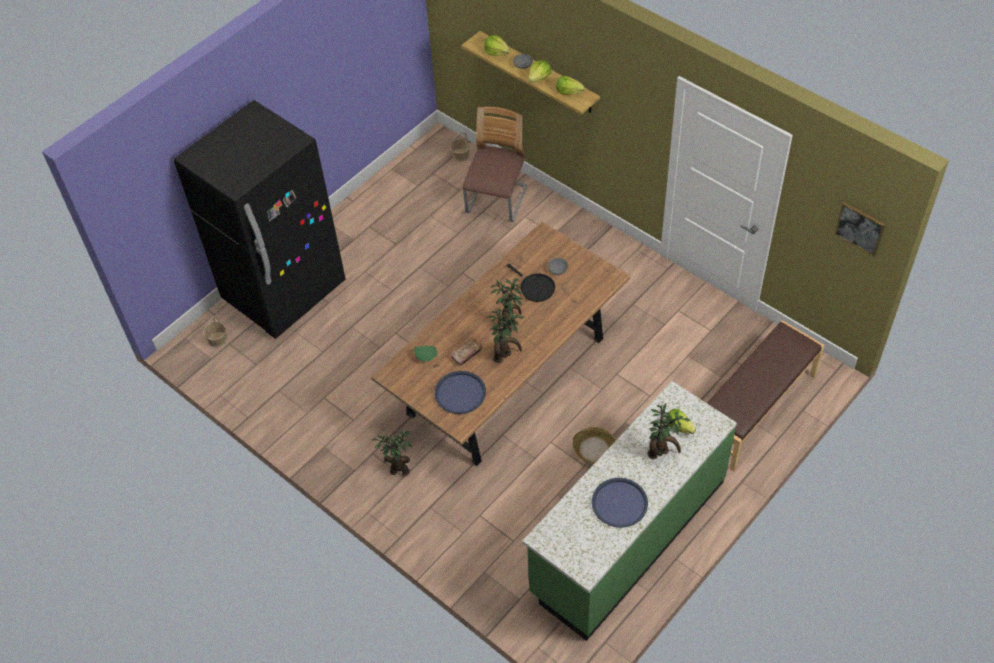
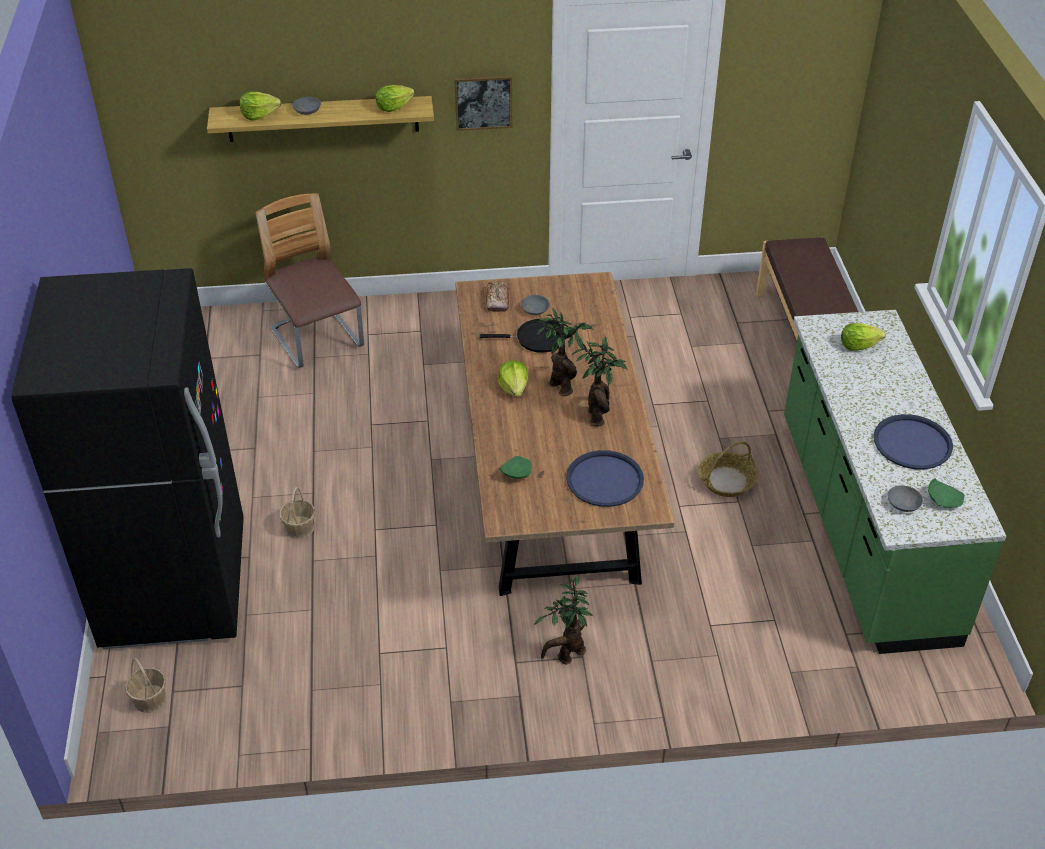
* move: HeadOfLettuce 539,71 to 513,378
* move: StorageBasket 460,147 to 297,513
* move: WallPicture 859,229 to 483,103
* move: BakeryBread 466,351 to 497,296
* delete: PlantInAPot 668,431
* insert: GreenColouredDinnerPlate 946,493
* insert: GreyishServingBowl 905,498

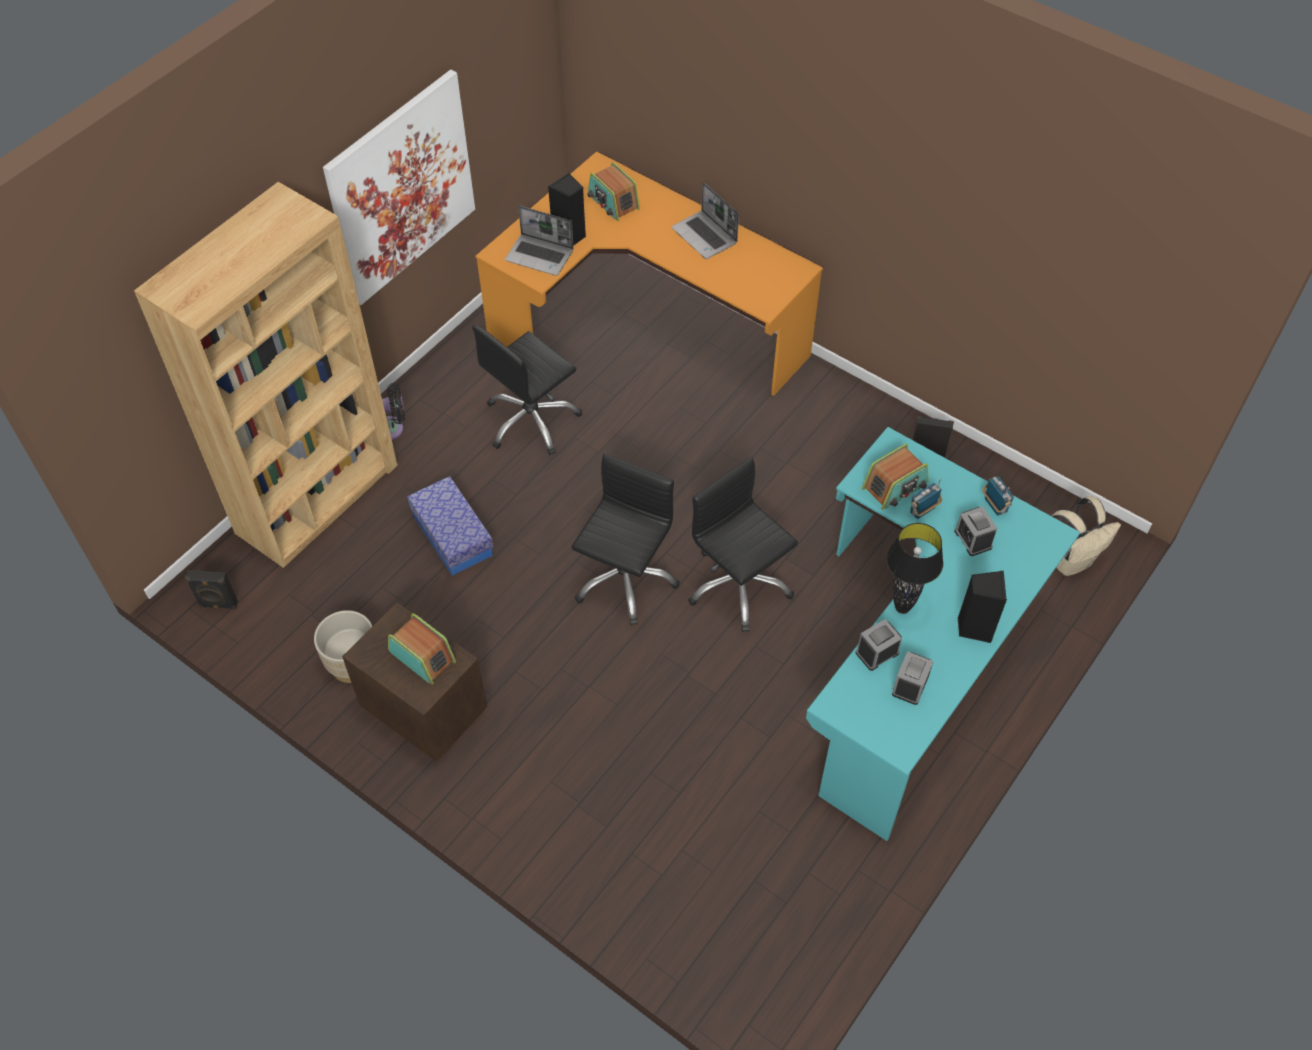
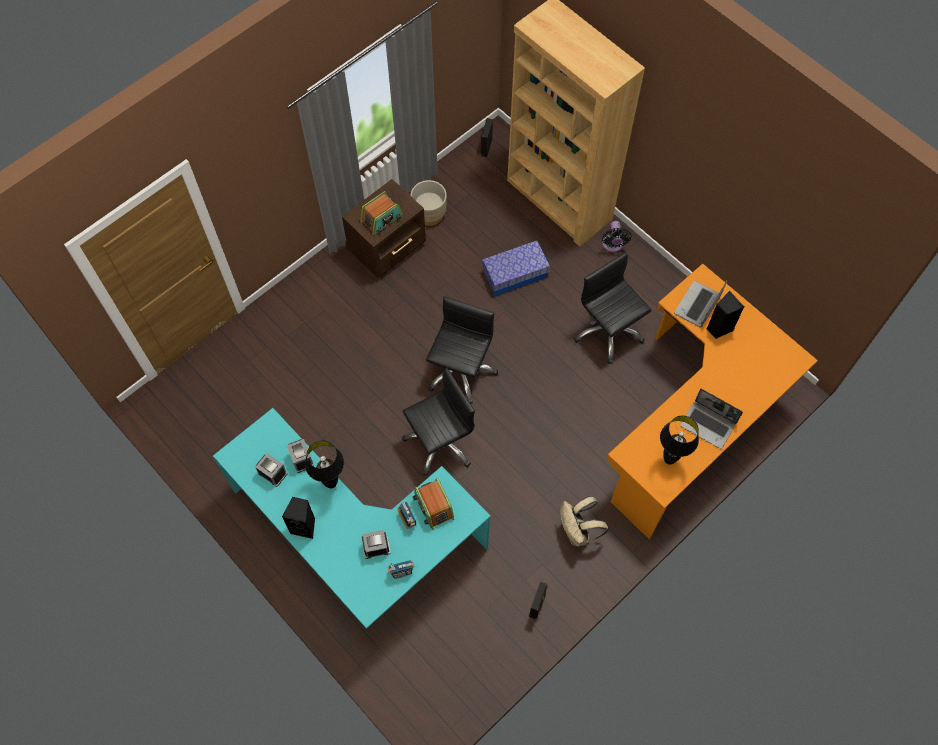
* delete: WallPicture 399,187
* delete: RadioReceiver 613,191
* rotate: NotebookComputer 705,220 = 711,419 120 degrees counterclockwise
* rotate: BlackishDeskChair 625,539 = 462,350 105 degrees counterclockwise
* move: BeigeBackpack 1086,536 to 584,521
* insert: BlackishLampForATable 679,440

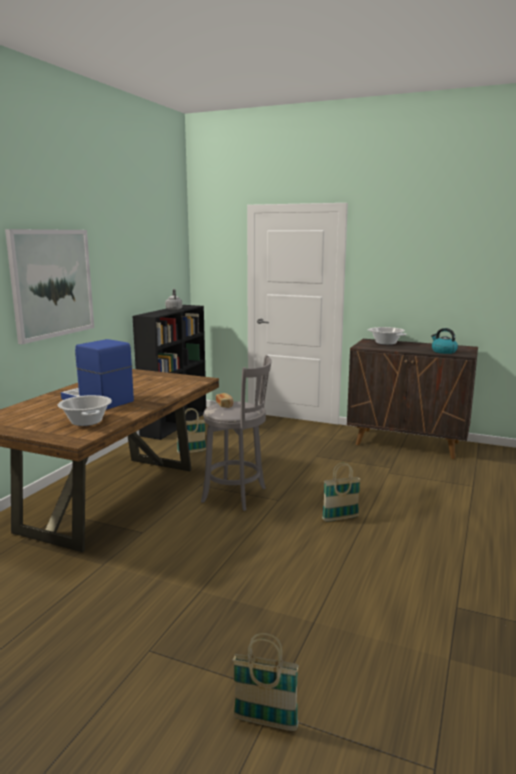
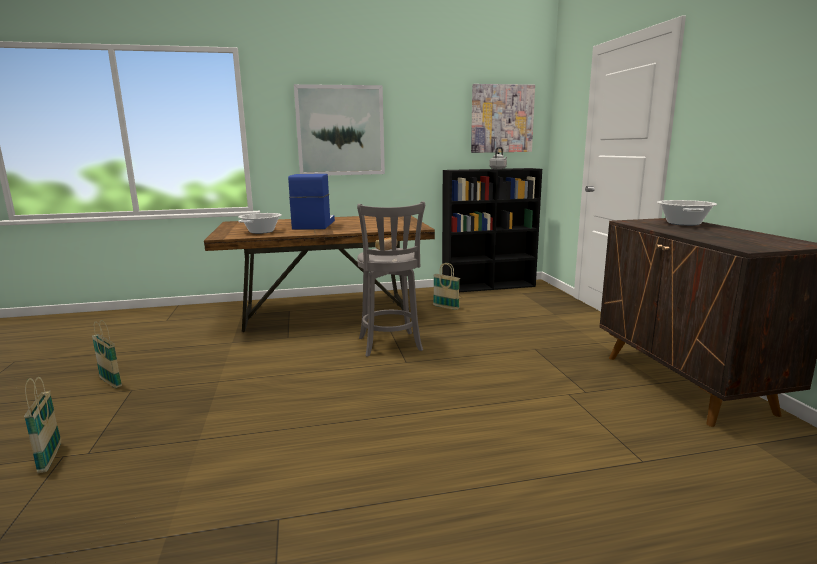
* delete: TeaKettle 444,341
* move: StorageBasket 341,492 to 107,354
* insert: WallPicture 503,118

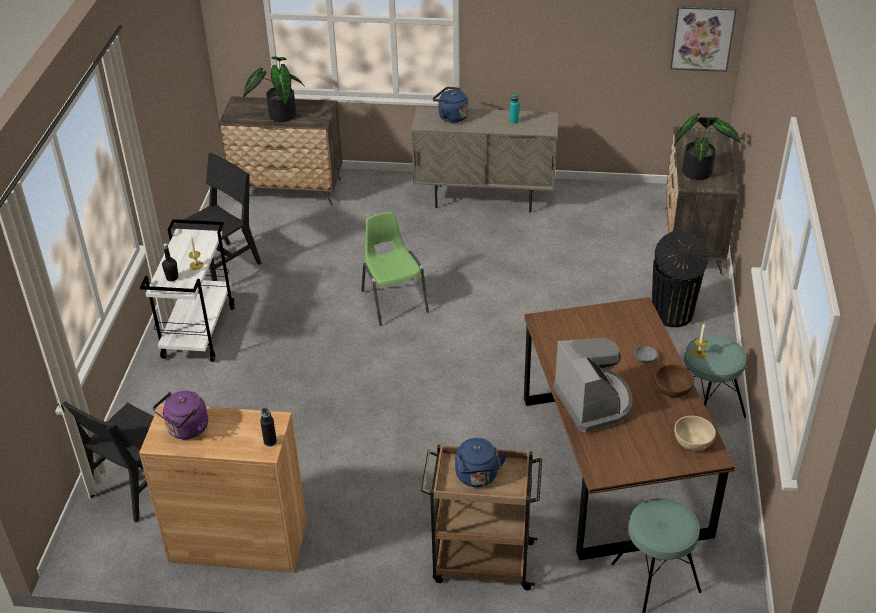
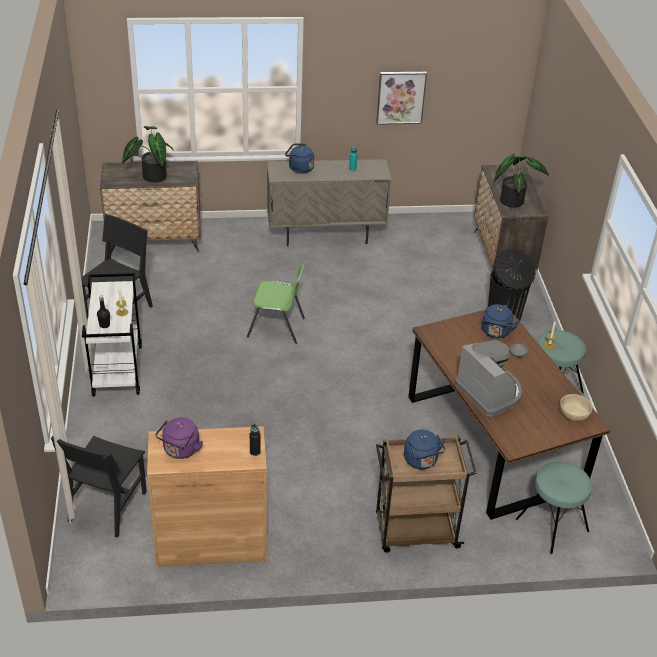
* move: WallPicture 703,38 to 401,98
* rotate: GreenColouredUprightChair 395,269 = 276,304 135 degrees clockwise
* delete: BrownColouredServingBowl 674,381
* insert: BlueColouredTeaKettle 501,321

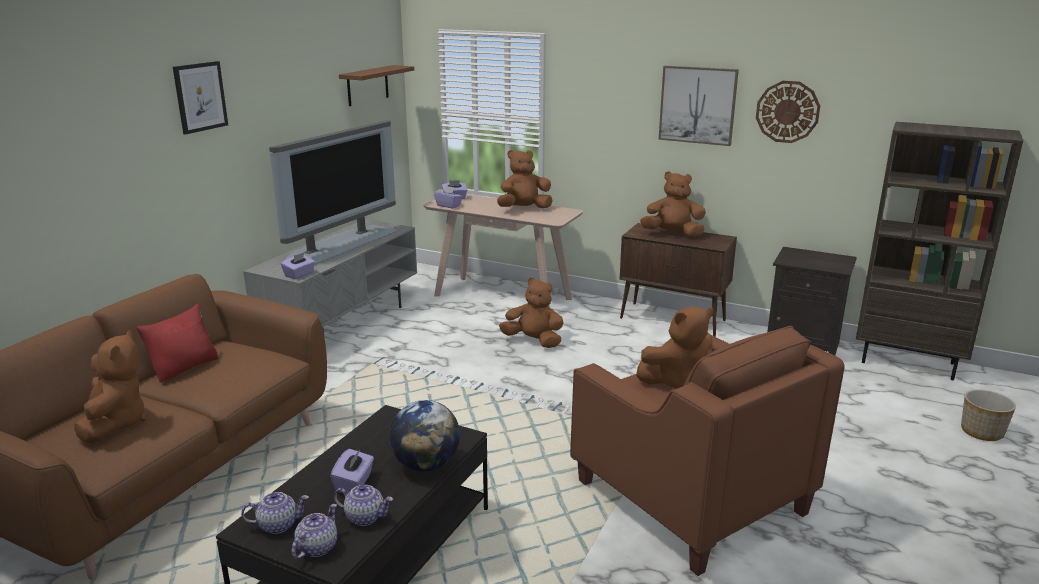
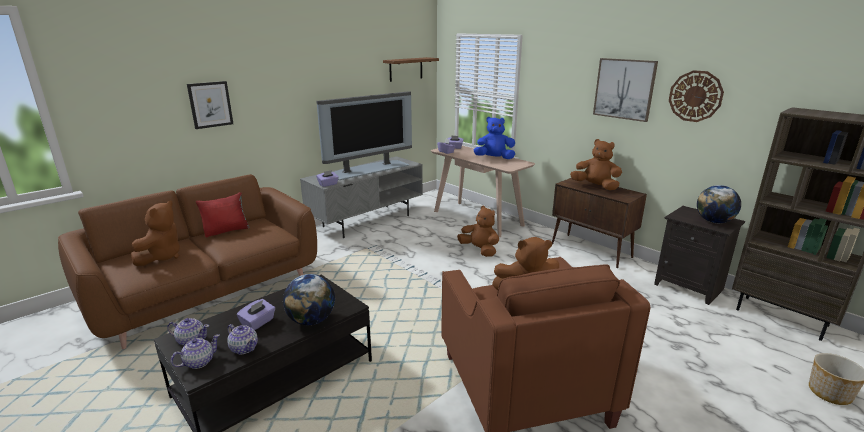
* move: WallPicture 200,97 to 210,105
* recolor: BrownColouredCuddlyToy 525,179 to BlueColouredCuddlyToy 494,138
* insert: DeskGlobe 719,204

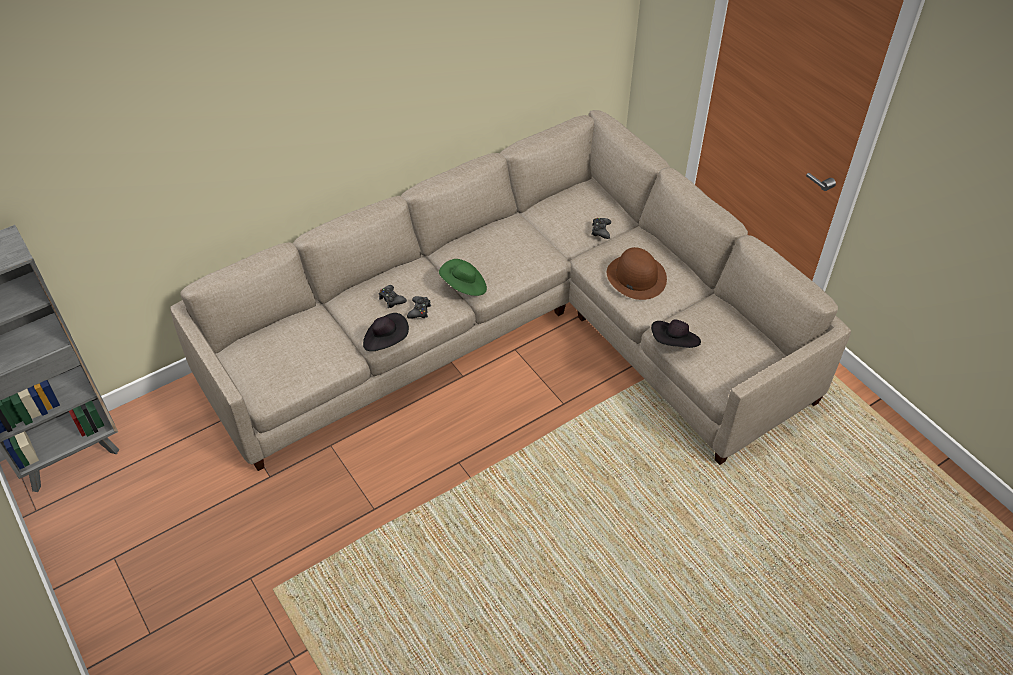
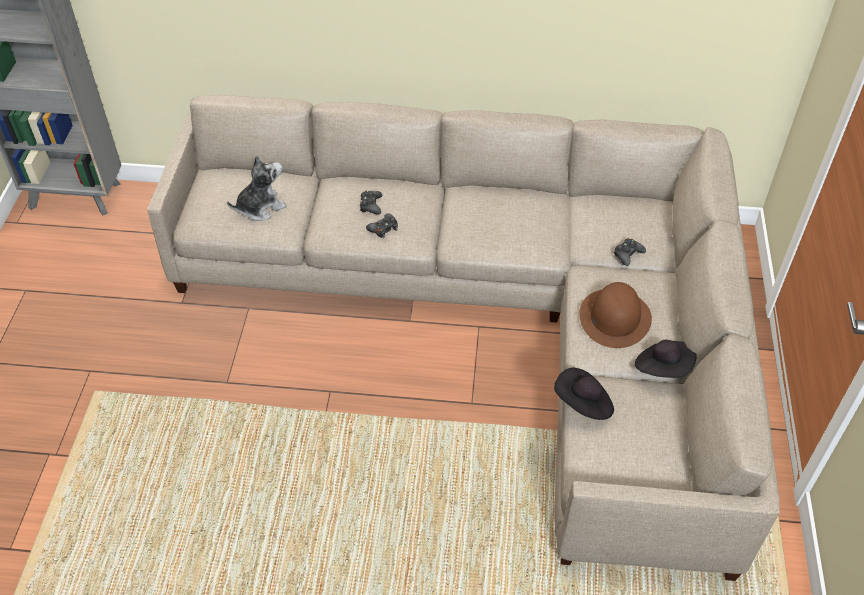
* delete: GreenColouredHat 463,277
* move: BlackishHat 386,332 to 666,359
* insert: CuddlyToy 257,188

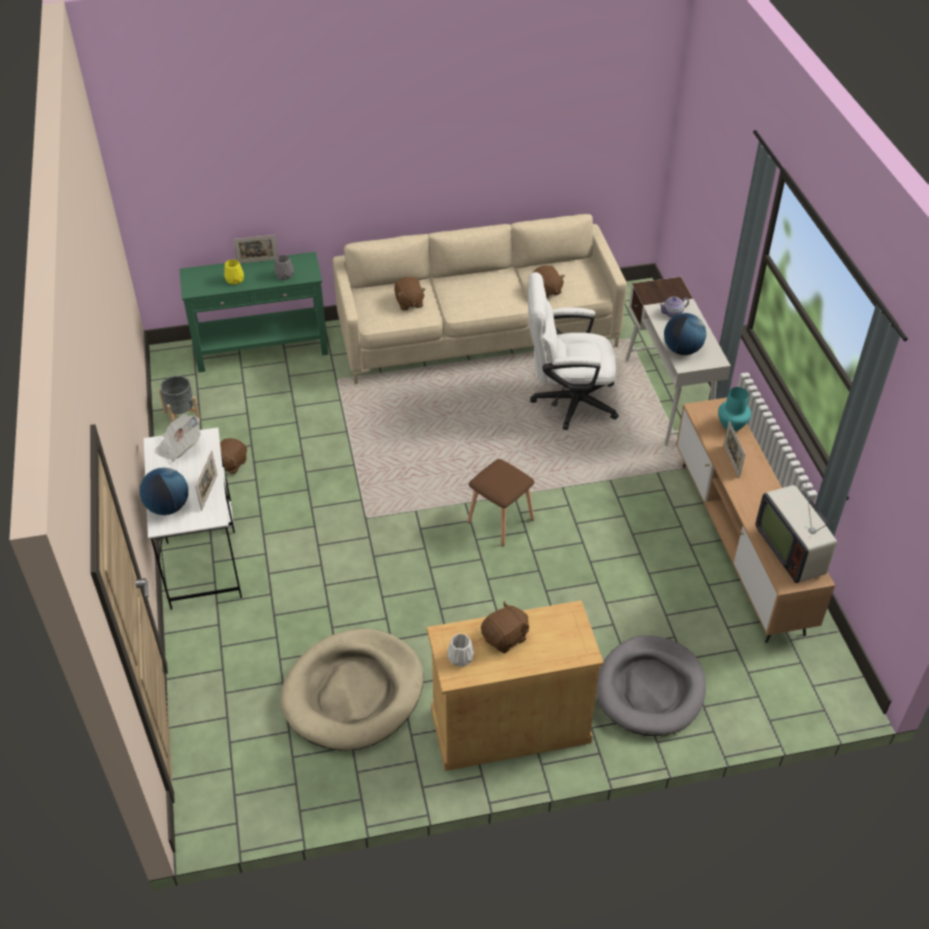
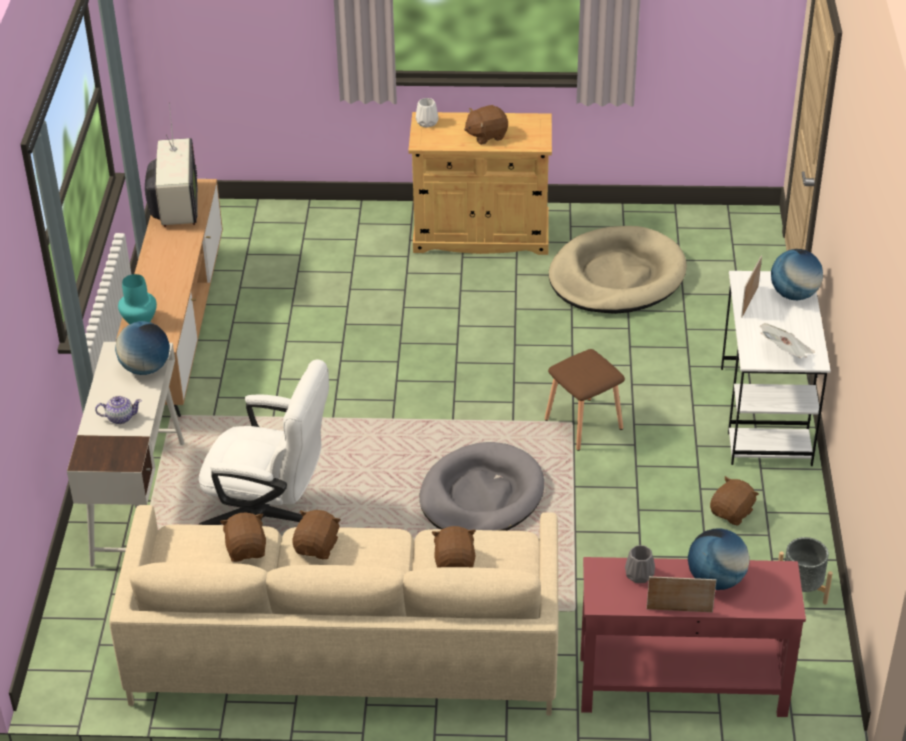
* recolor: GreenColouredNarrowTable 254,312 to RedNarrowTable 693,637
* replace: YellowFlowerVase 234,272 to DeskGlobe 719,559
* delete: StandingFrame 734,449
* move: BrownColouredSittingStool 500,502 to 585,400
* move: WhiteColouredFlowerVase 460,650 to 427,113
* move: GreyishDogCushion 651,685 to 481,486
* insert: BrownColouredCuddlyToy 317,534

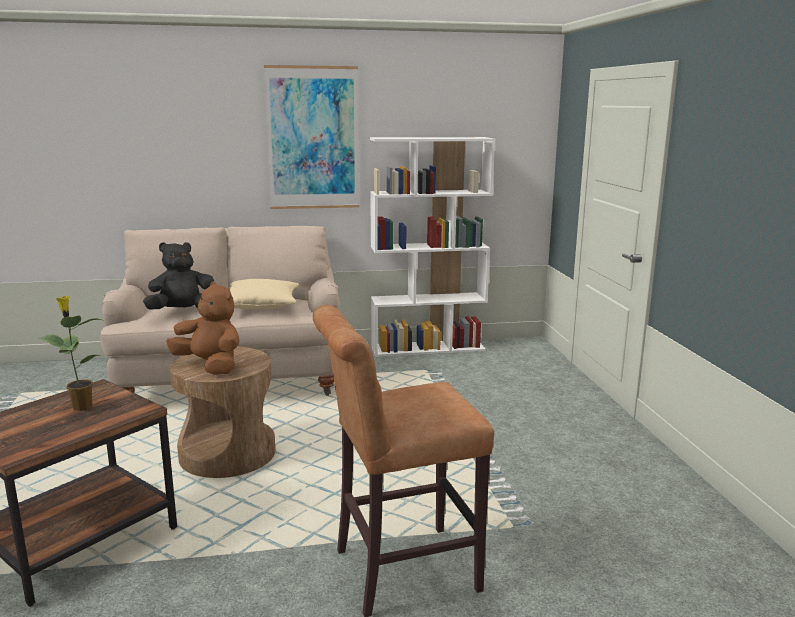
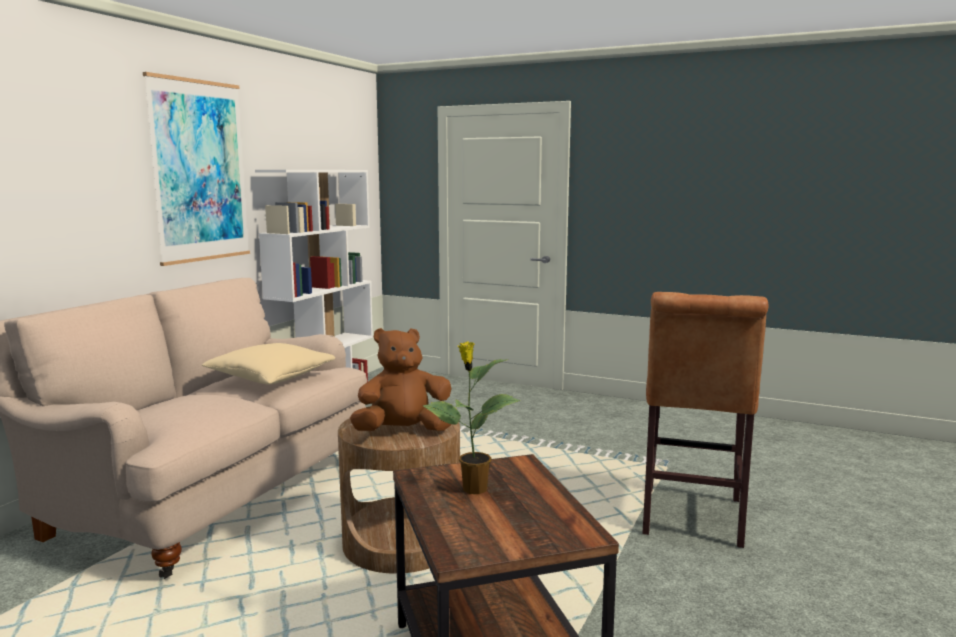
* delete: BlackishCuddlyToy 178,275

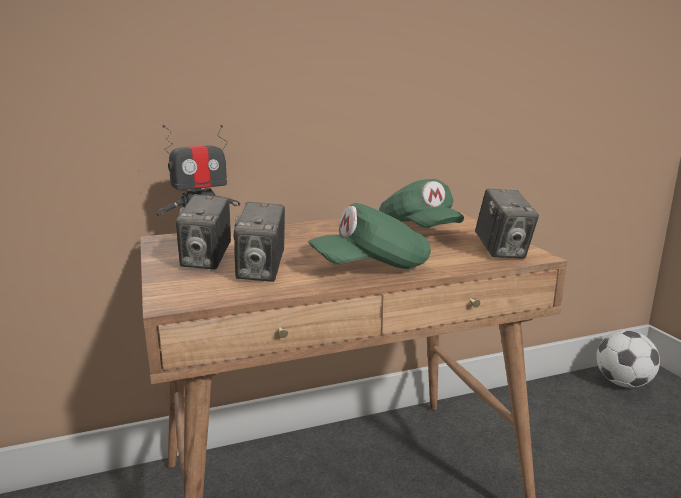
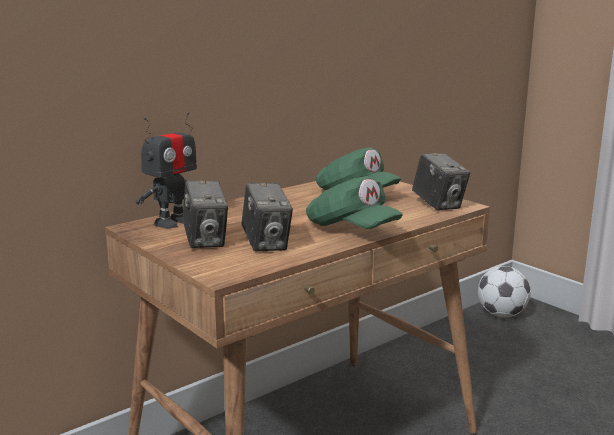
* rotate: GreenColouredCap 369,236 = 354,202 90 degrees counterclockwise

